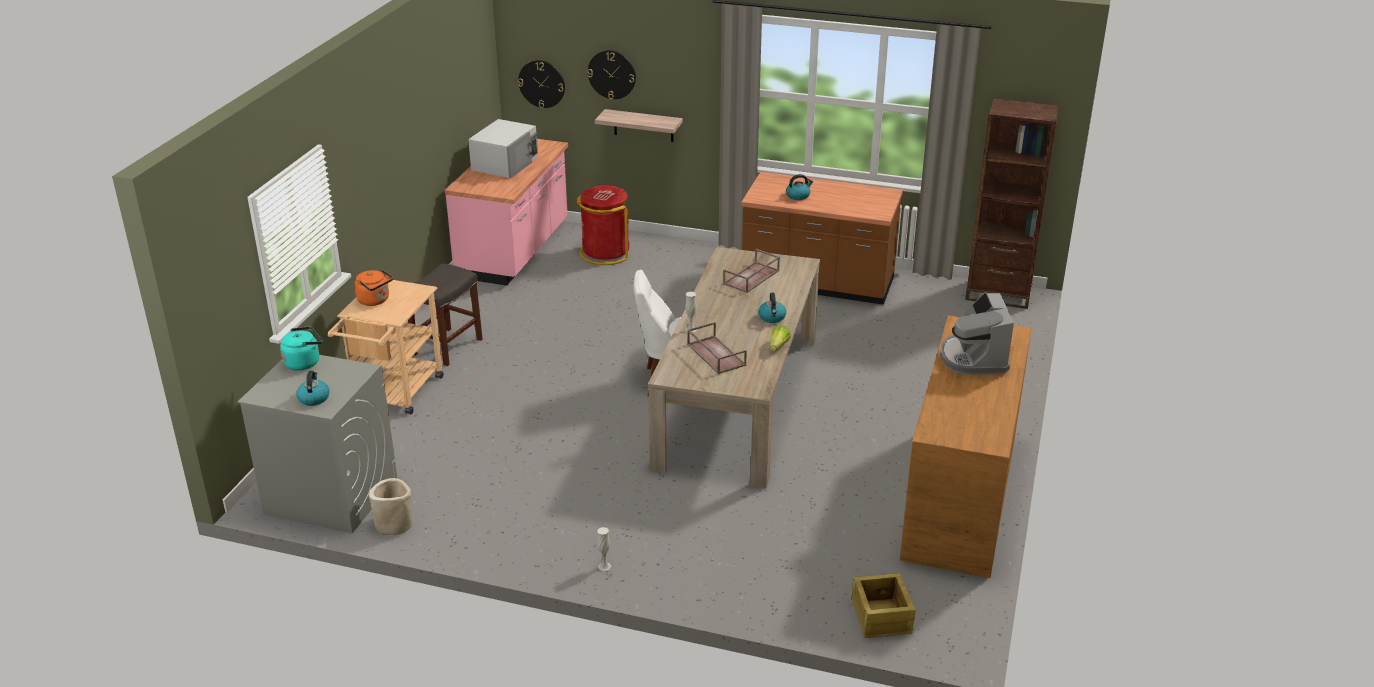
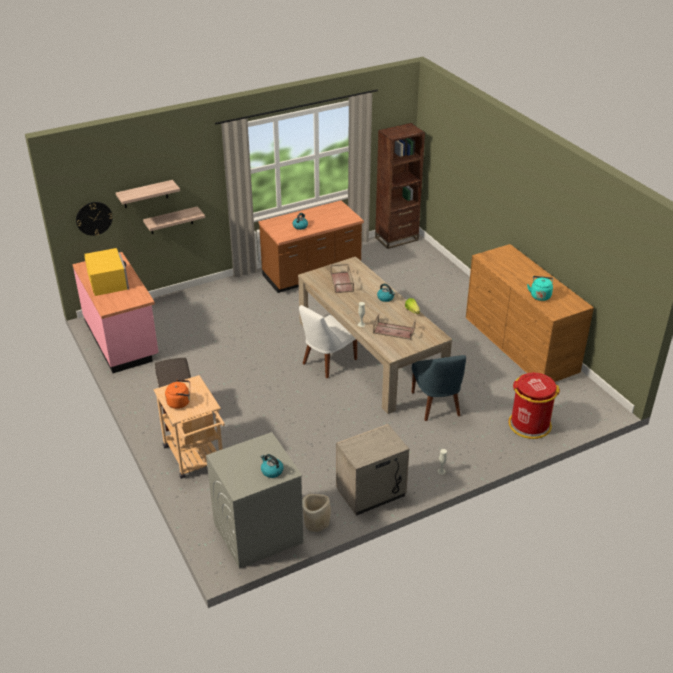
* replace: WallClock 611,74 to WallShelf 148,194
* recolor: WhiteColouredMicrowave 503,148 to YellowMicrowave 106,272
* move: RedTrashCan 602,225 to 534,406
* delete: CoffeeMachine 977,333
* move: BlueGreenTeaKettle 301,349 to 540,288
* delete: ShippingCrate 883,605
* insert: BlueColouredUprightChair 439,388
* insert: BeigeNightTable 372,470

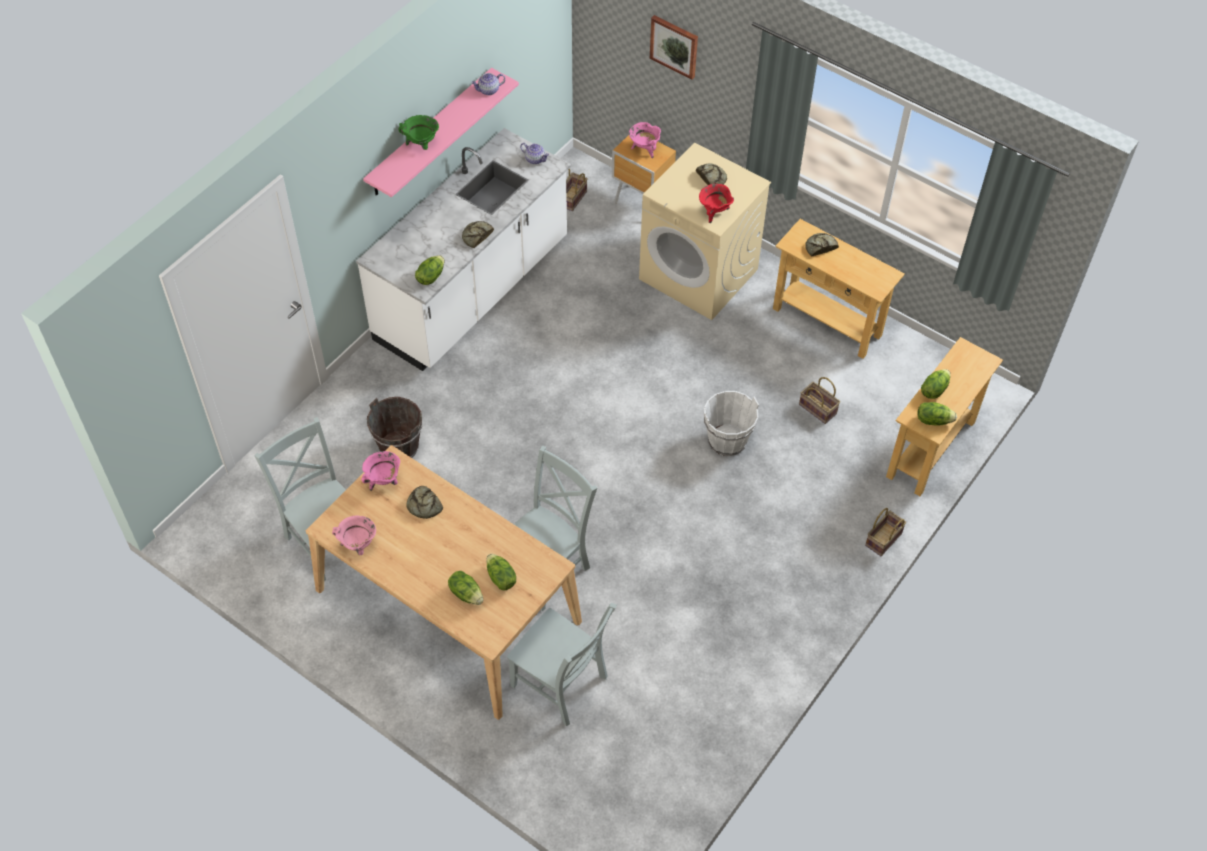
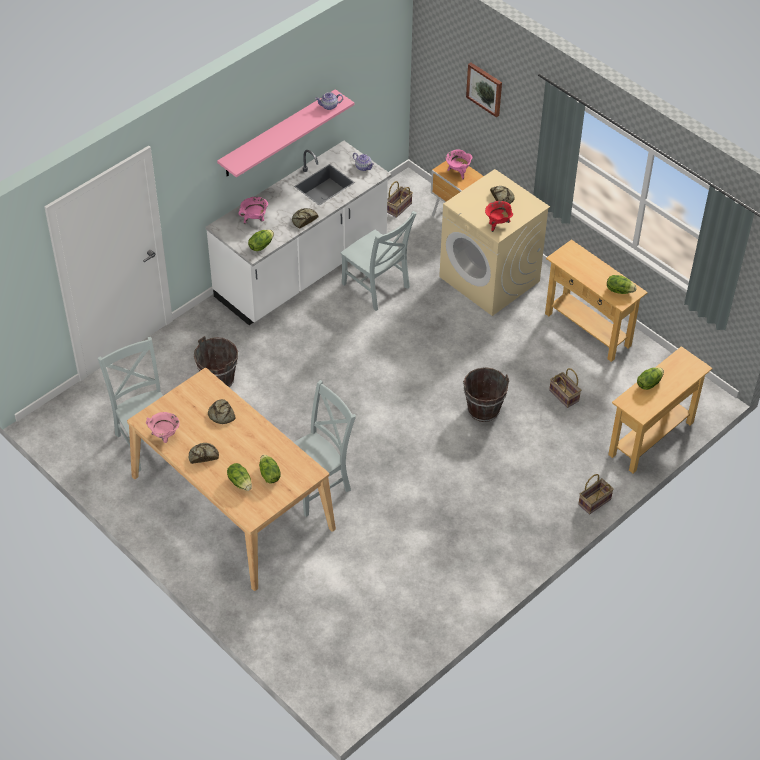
* delete: GreenColouredStockpot 419,132
* move: BakeryBread 822,244 to 204,453
* recolor: WhiteColouredWaterBucket 731,423 to BrownColouredWaterBucket 486,394
* move: HeadOfLettuce 937,414 to 622,284
* move: PinkishStockpot 380,471 to 253,210
* move: GreyishUprightChair 562,664 to 378,261

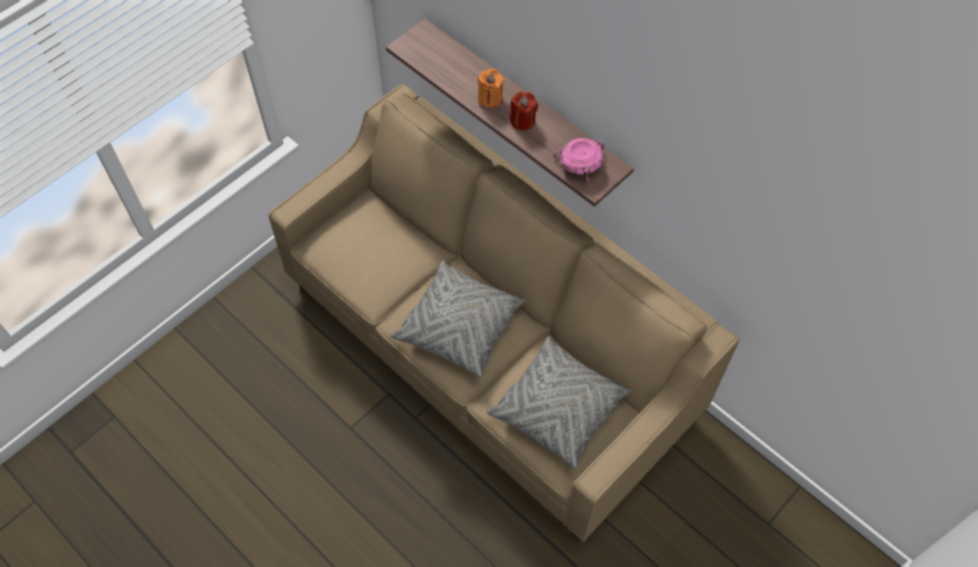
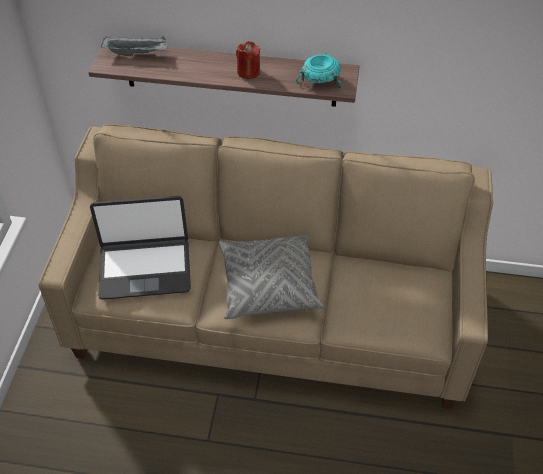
* delete: OrangeyWaxLight 490,88
* recolor: PinkishServingBowl 579,162 to BlueGreenServingBowl 318,71
* delete: GreyishThrowPillow 559,403
* insert: GreyishServingTray 133,46
* insert: NotebookComputer 140,248

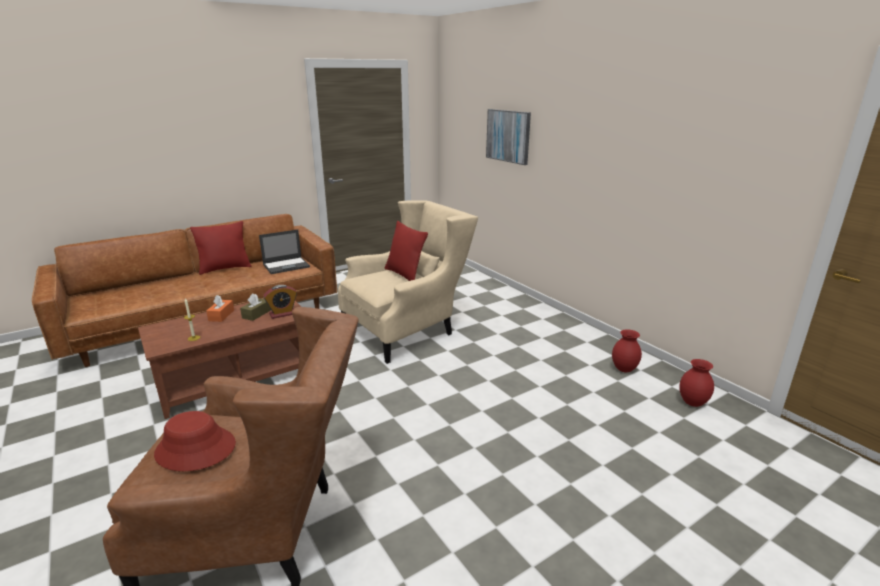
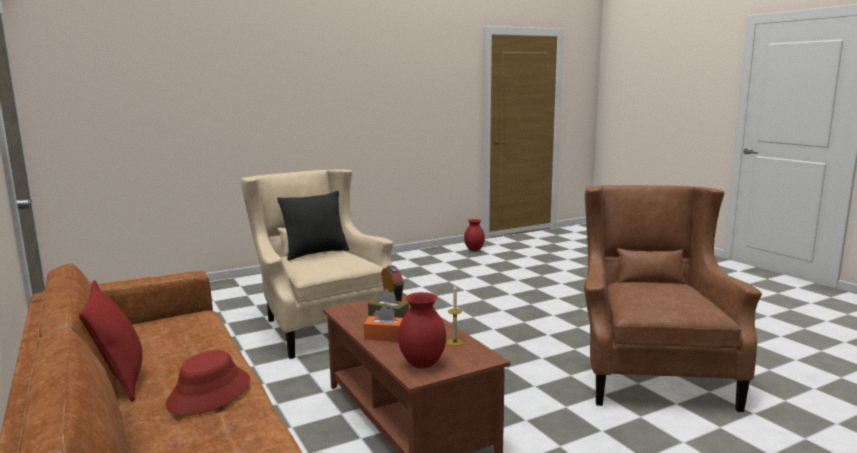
* delete: WallPicture 508,137
* recolor: RedThrowPillow 406,251 to BlackishThrowPillow 313,226
* delete: NotebookComputer 284,251
* move: RedFlowerVase 627,350 to 422,330
* move: RedHat 195,441 to 208,382

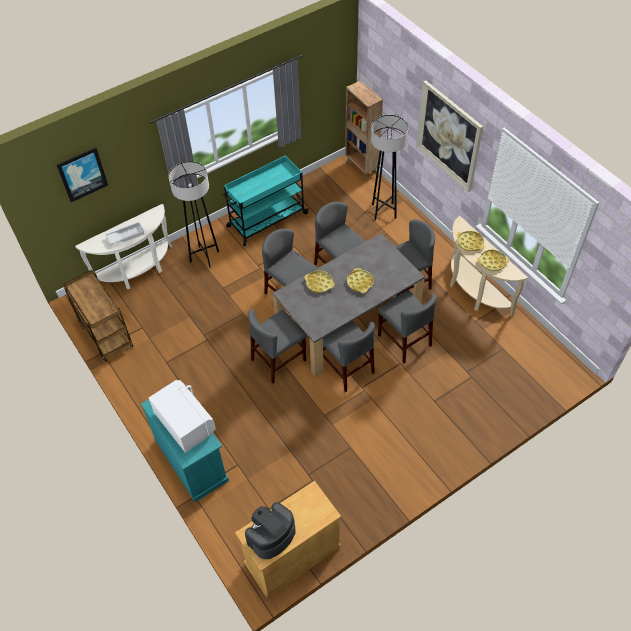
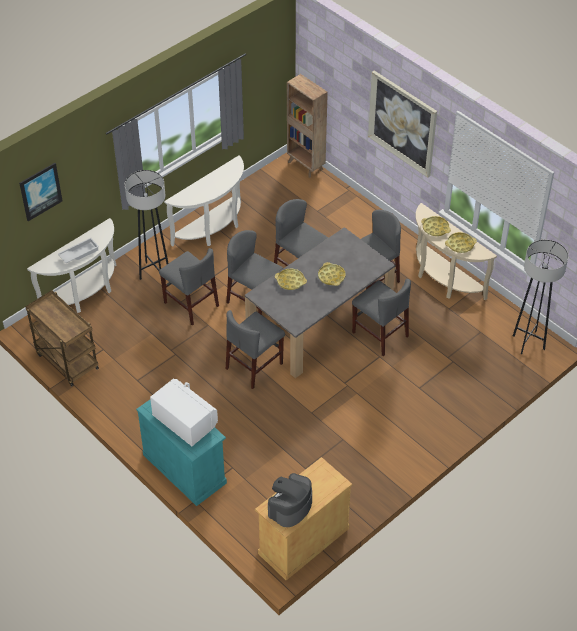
* move: GreyishStandingLamp 389,167 to 540,297
* replace: BlueGreenWheeledCart 265,200 to WhiteColouredNarrowTable 204,200
* move: GreyishUprightChair 349,356 to 189,286

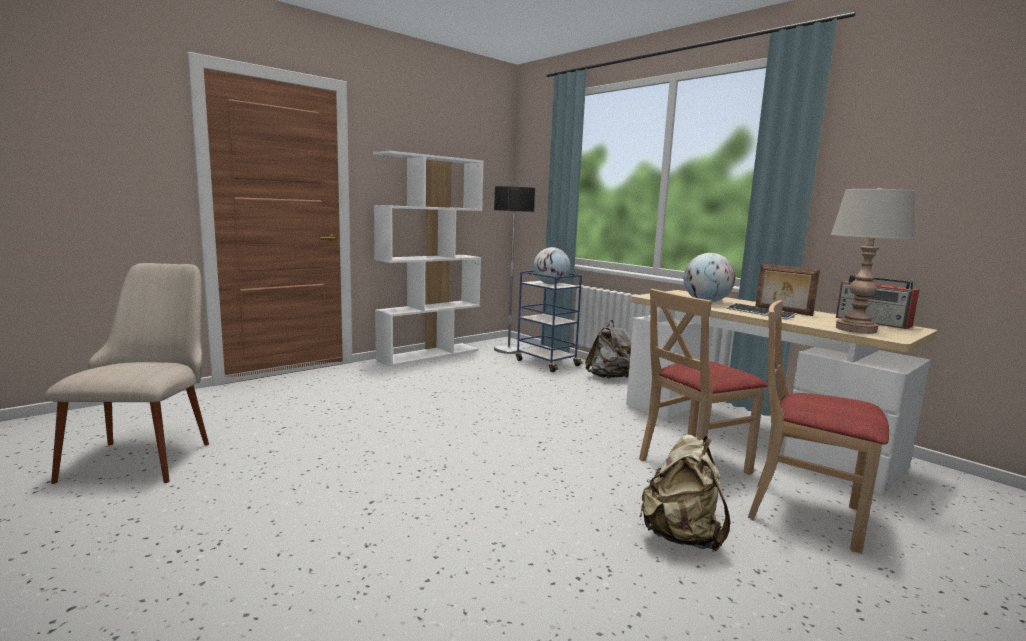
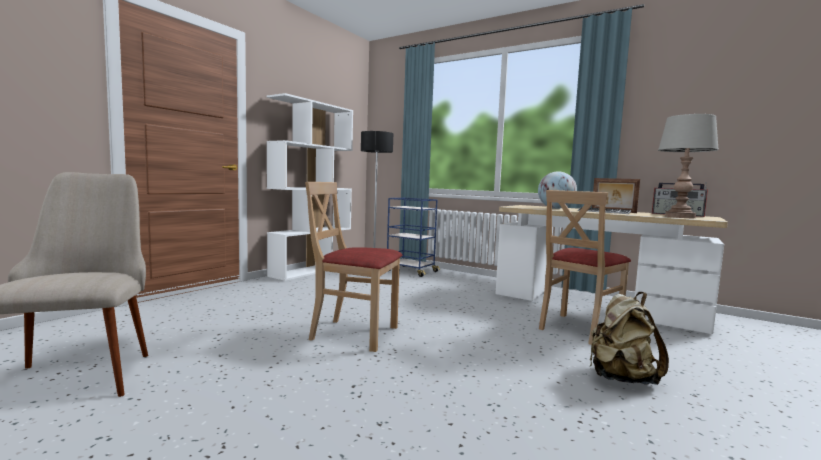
* delete: DeskGlobe 552,265
* move: BeigeUprightChair 818,427 to 353,267
* delete: GreyishBackpack 608,349

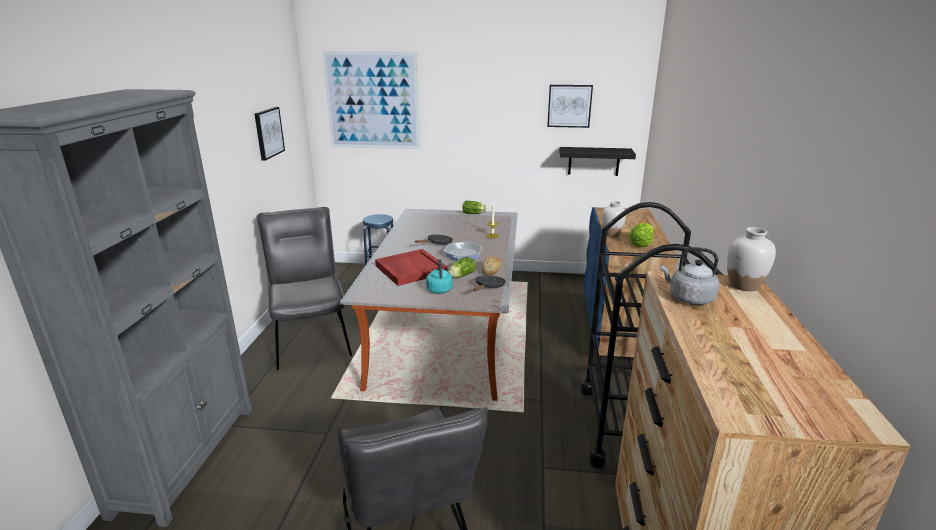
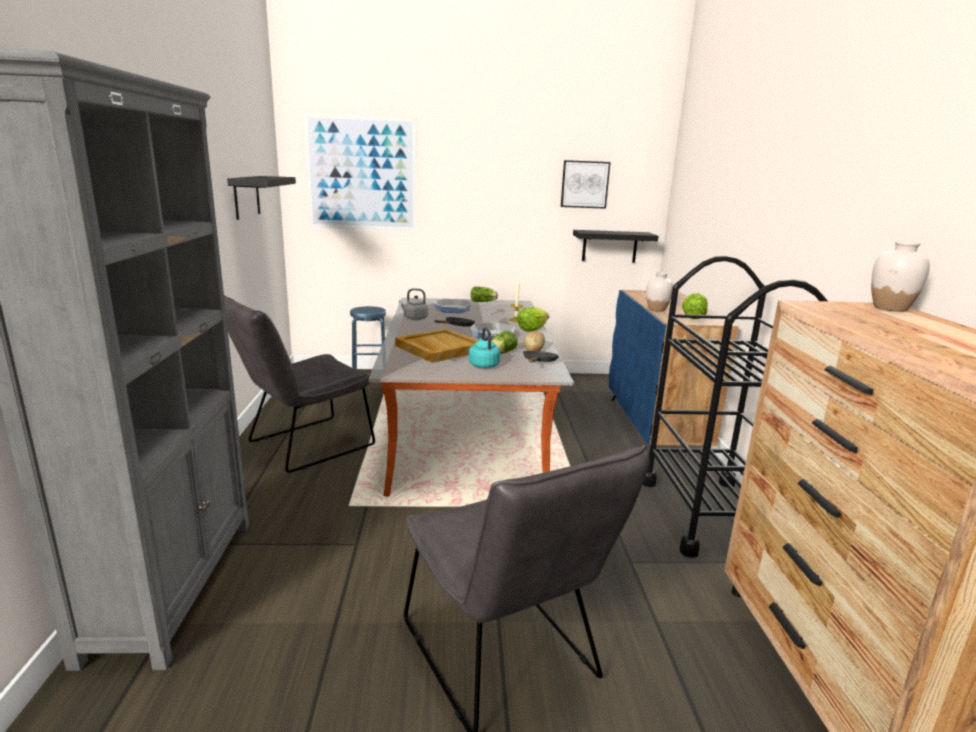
* replace: WallPicture 269,134 to BlackishWallShelf 261,198
* rotate: GreyishUprightChair 304,288 = 299,384 105 degrees counterclockwise
* move: GreyishTeaKettle 690,276 to 413,304
* recolor: RedServingTray 411,267 to BeigeServingTray 437,345
* insert: Skillet 452,305
* insert: HeadOfLettuce 533,319

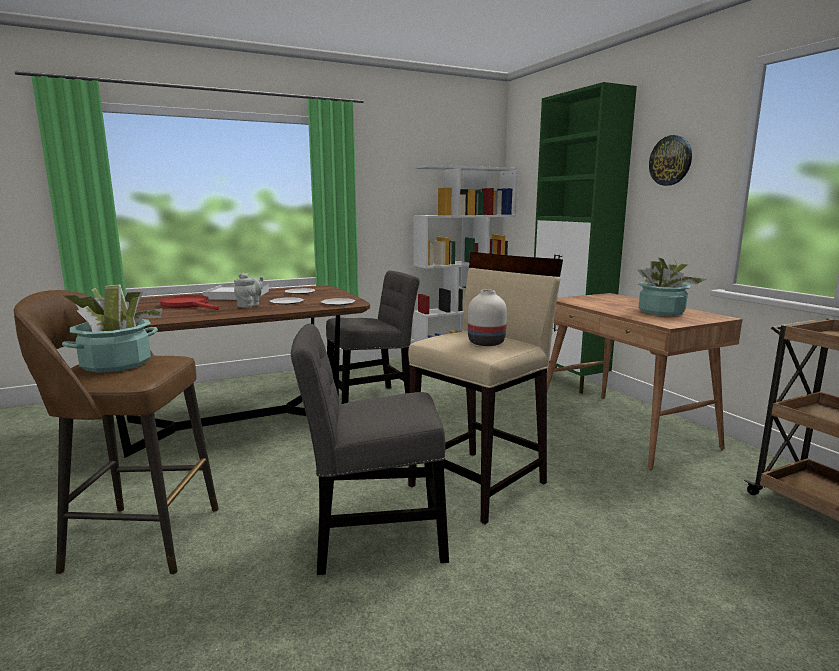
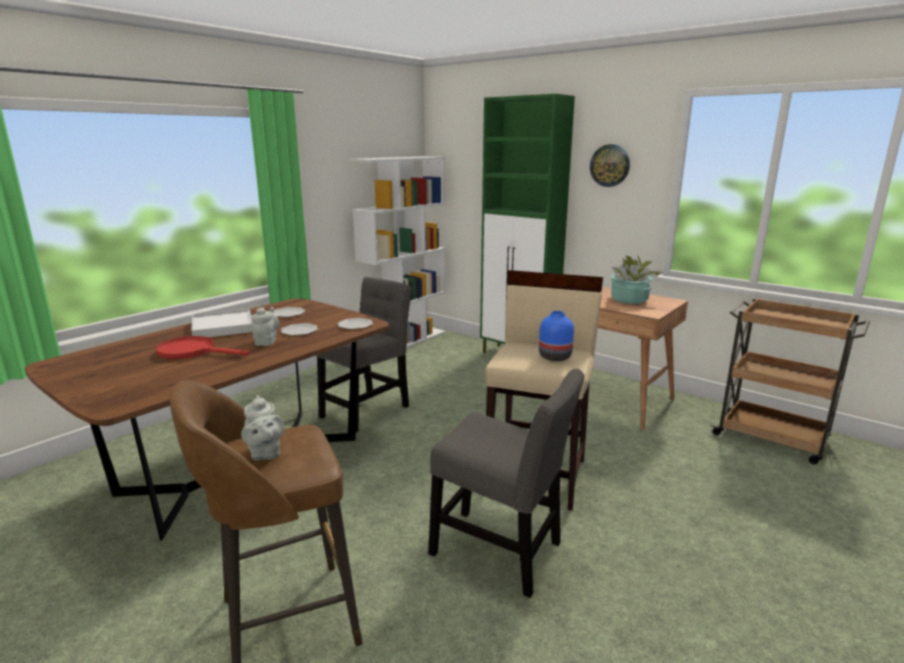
* replace: PlantInAPot 112,328 to GreyishTeaPot 262,427
* recolor: WhiteColouredFlowerVase 487,318 to BlueColouredFlowerVase 556,336
* rotate: GreyishUprightChair 370,449 = 506,483 120 degrees counterclockwise

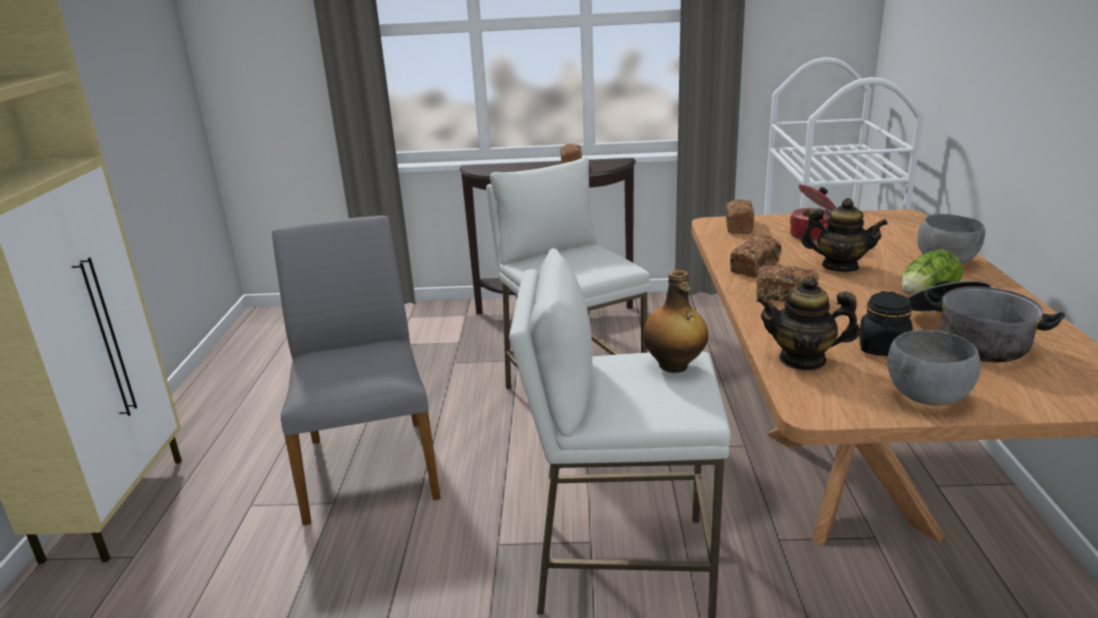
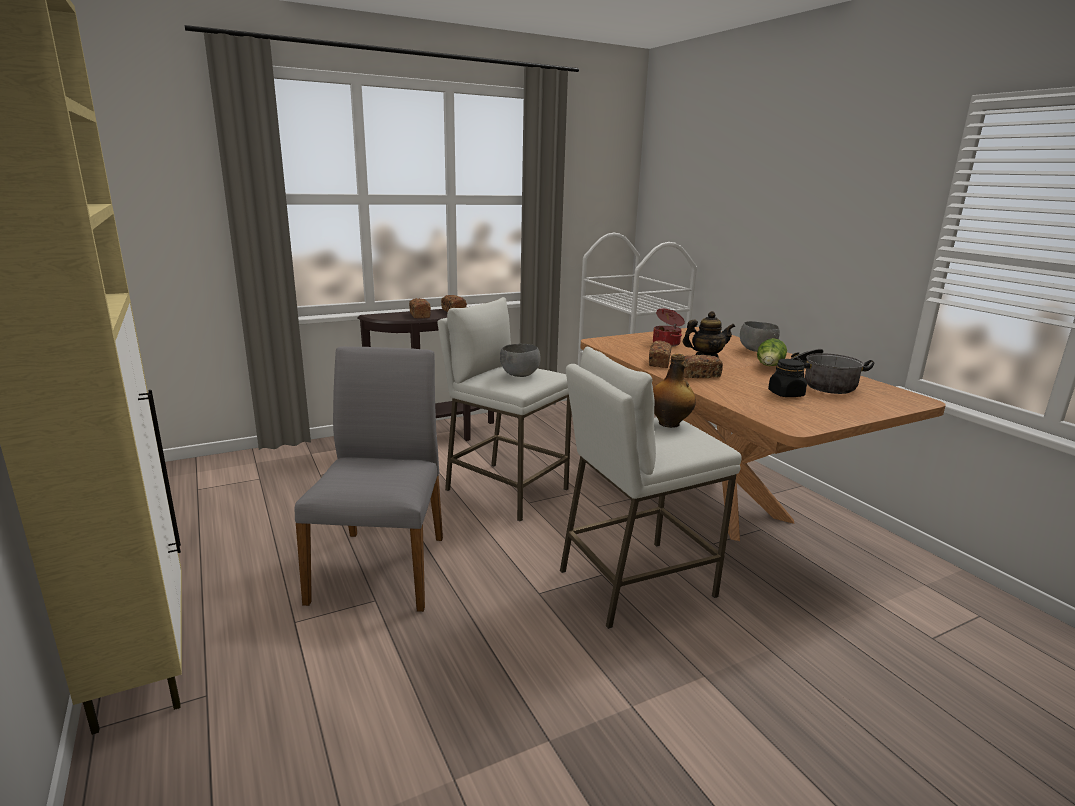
* move: BakeryBread 740,216 to 420,308
* rotate: GreyishUprightChair 356,371 = 368,479 45 degrees clockwise
* delete: TeaPot 808,323
* move: GreyishServingBowl 934,368 to 520,360

